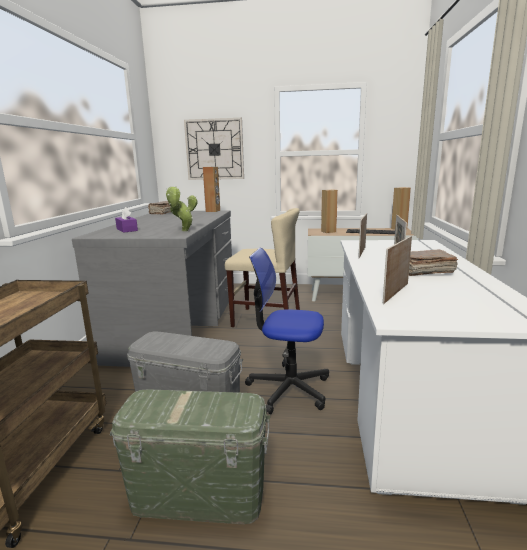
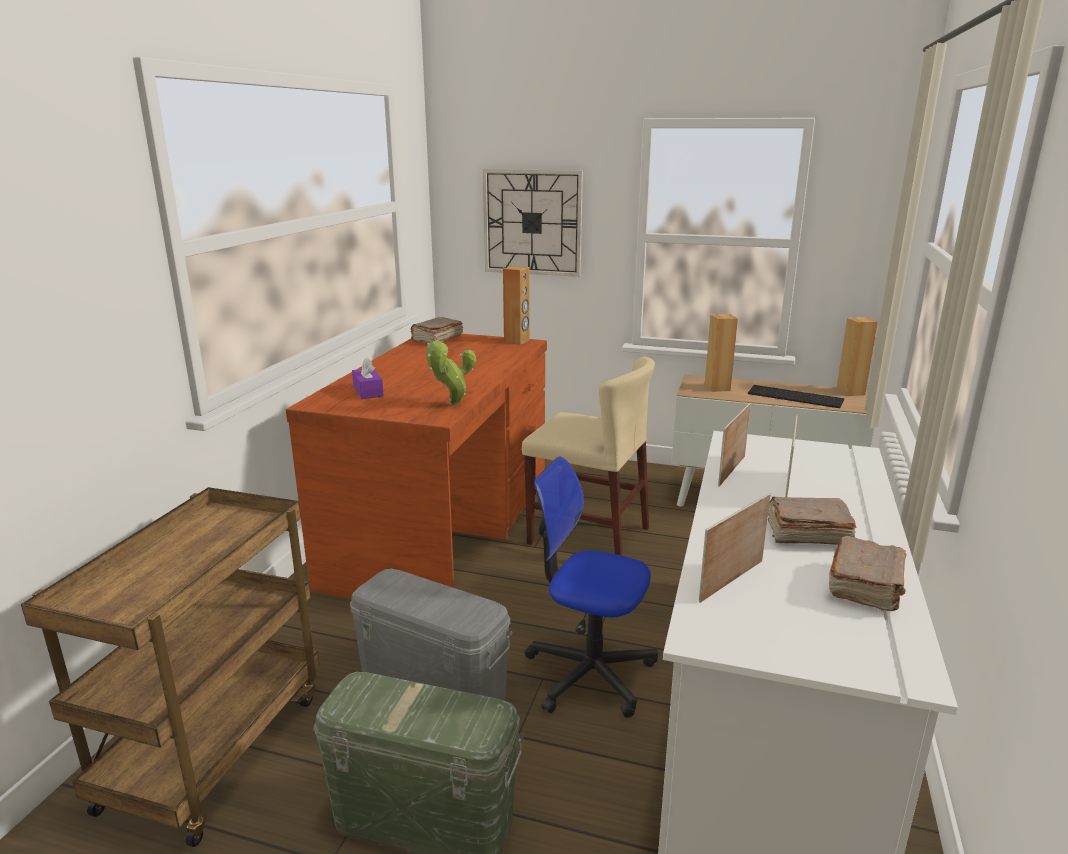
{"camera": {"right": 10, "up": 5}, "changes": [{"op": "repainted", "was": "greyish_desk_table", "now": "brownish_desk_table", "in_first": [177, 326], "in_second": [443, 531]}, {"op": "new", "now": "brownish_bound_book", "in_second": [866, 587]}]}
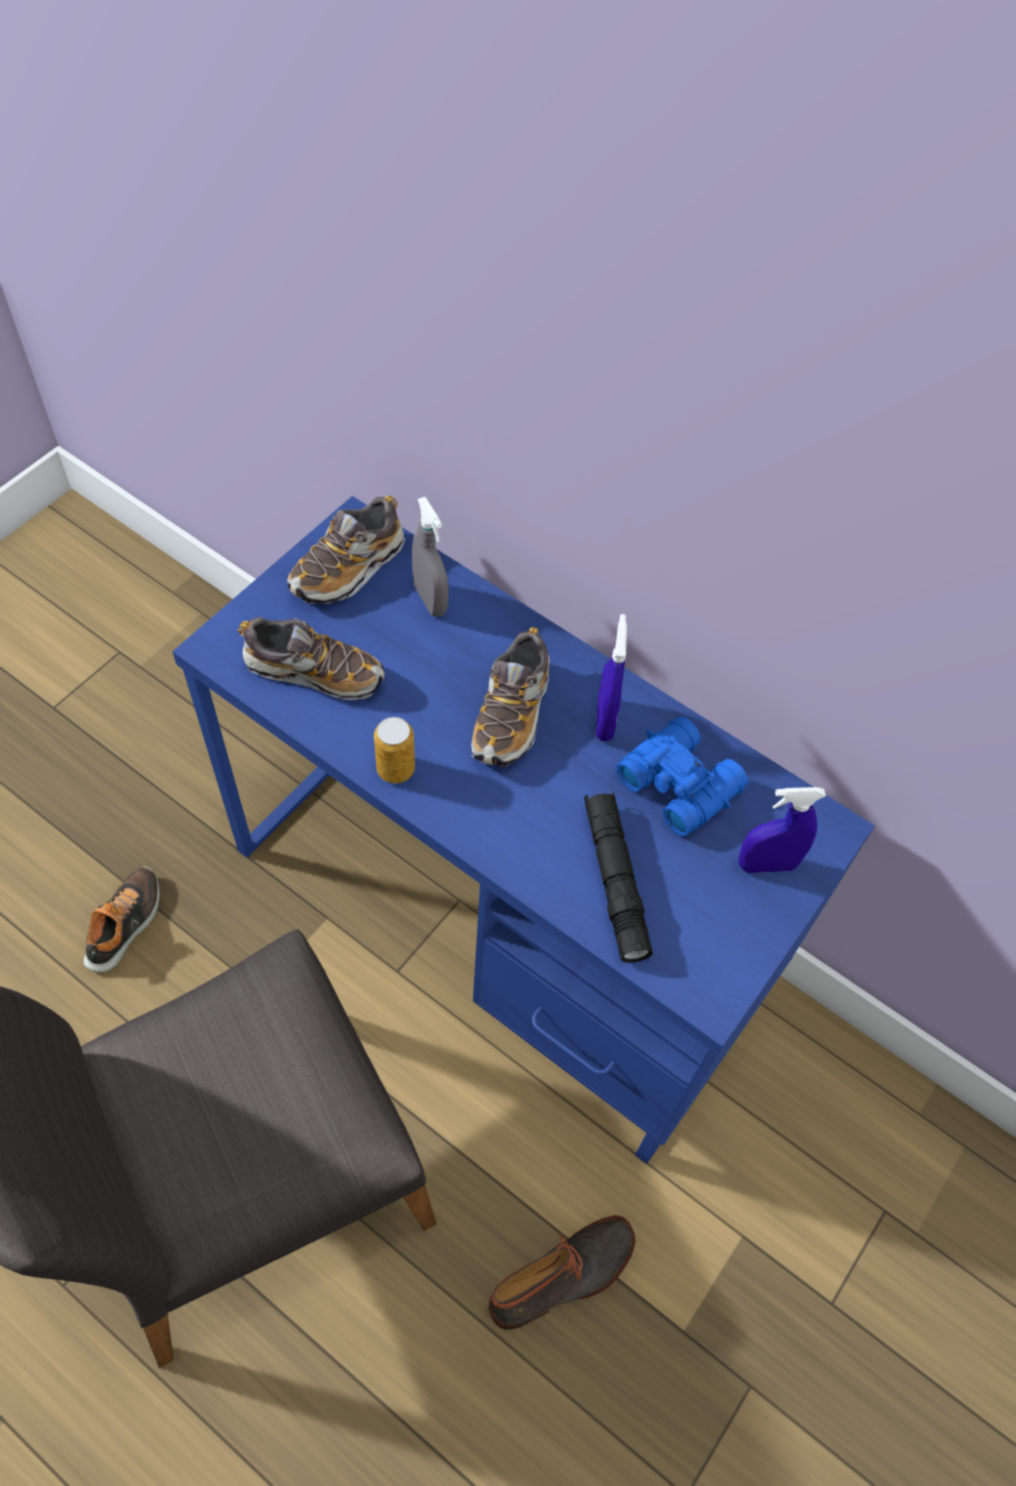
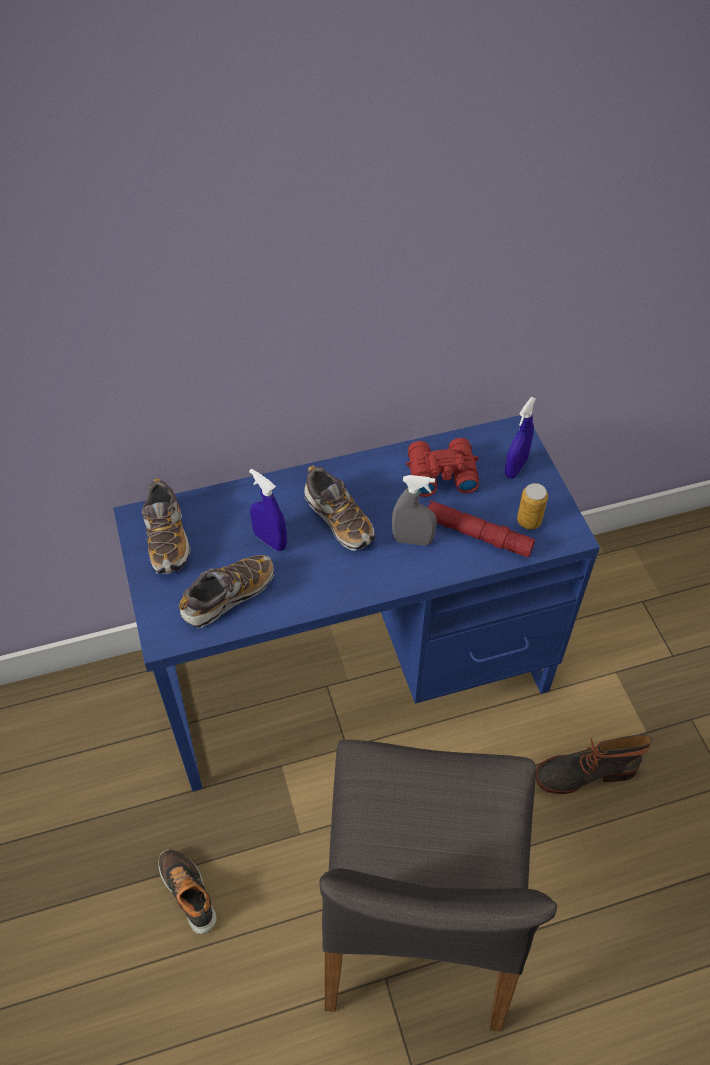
{"camera": {"right": -50, "up": -5}, "changes": [{"op": "shifted", "was": "metal_can", "in_first": [395, 769], "in_second": [529, 521]}, {"op": "shifted", "was": "greyish_spray_bottle", "in_first": [430, 600], "in_second": [412, 540]}, {"op": "rotated", "was": "tall_boot", "in_first": [563, 1277], "in_second": [584, 772], "clockwise": -105}, {"op": "repainted", "was": "black_flashlight", "now": "red_flashlight", "in_first": [615, 880], "in_second": [477, 534]}, {"op": "shifted", "was": "blue-coloured_spray_bottle", "in_first": [604, 720], "in_second": [270, 540]}, {"op": "repainted", "was": "blue-coloured_field_glasses", "now": "red_field_glasses", "in_first": [679, 781], "in_second": [440, 473]}]}
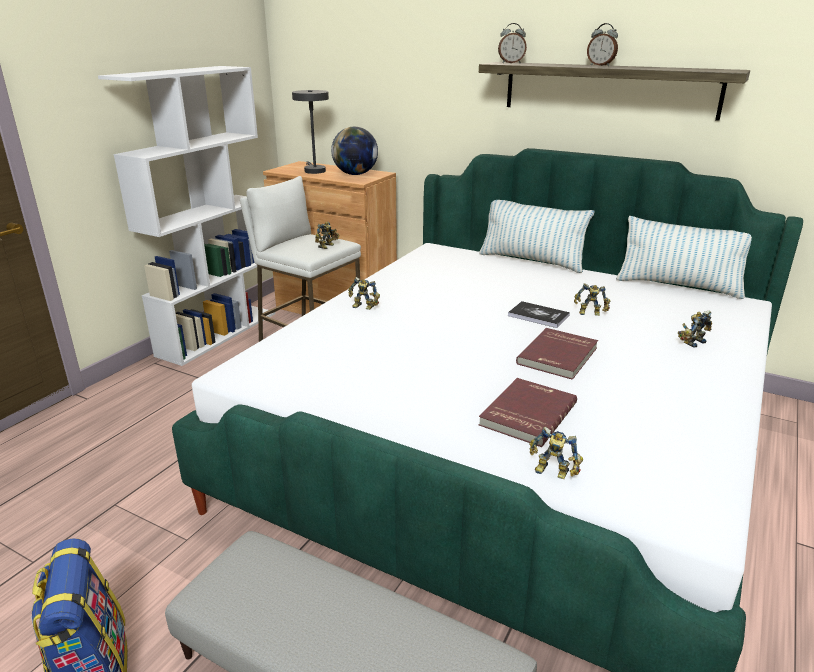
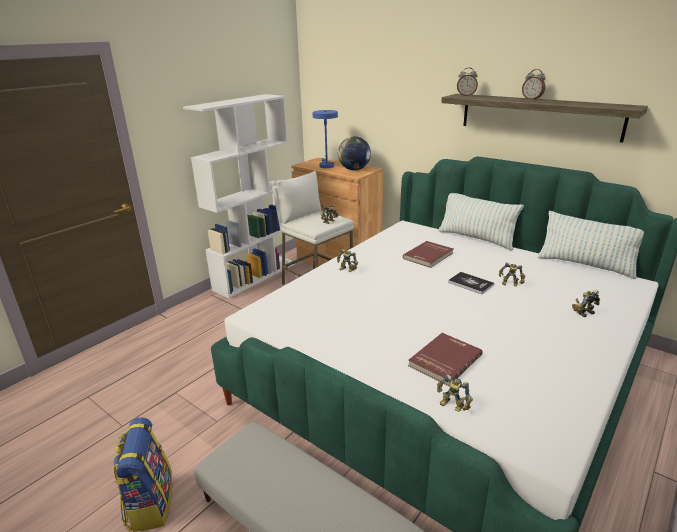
{"camera": {"right": 10, "up": 0}, "changes": [{"op": "repainted", "was": "greyish_table_lamp", "now": "blue-coloured_table_lamp", "in_first": [313, 170], "in_second": [326, 165]}, {"op": "shifted", "was": "red_bound_book", "in_first": [559, 356], "in_second": [429, 256]}]}
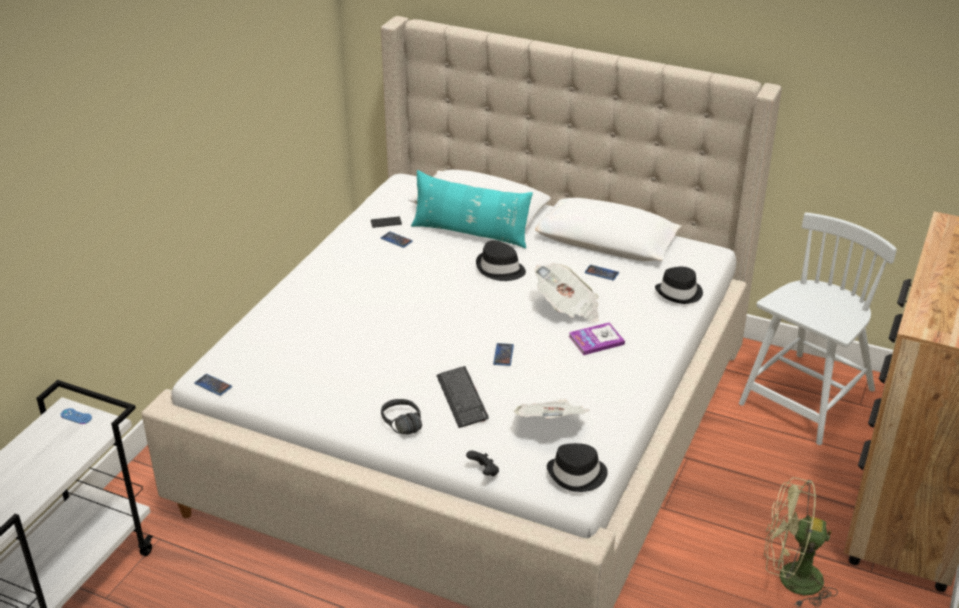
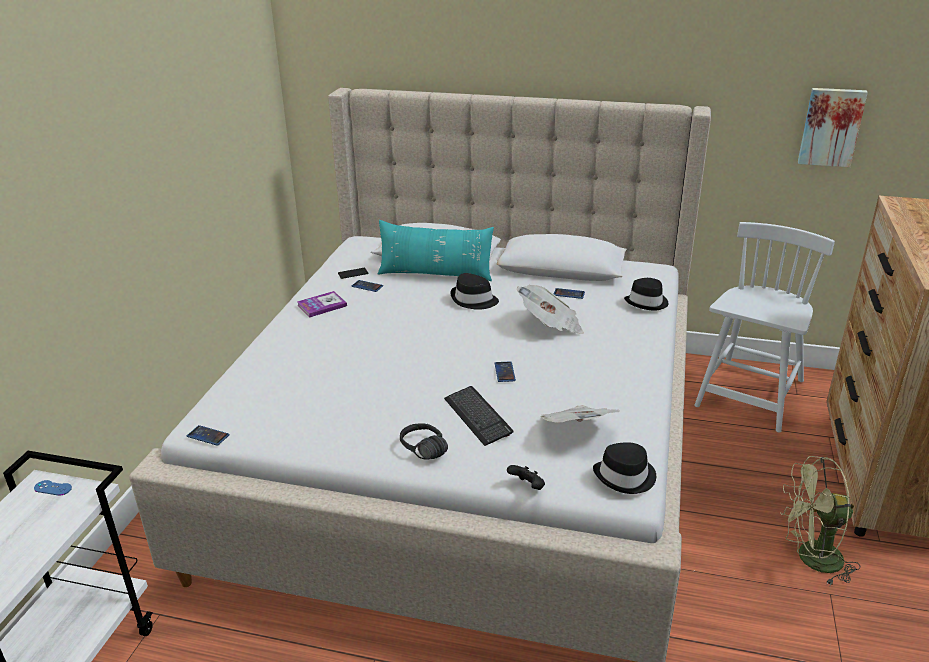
{"camera": {"right": -10, "up": -5}, "changes": [{"op": "shifted", "was": "bound_book", "in_first": [596, 340], "in_second": [322, 305]}, {"op": "new", "now": "wall_art", "in_second": [831, 127]}]}
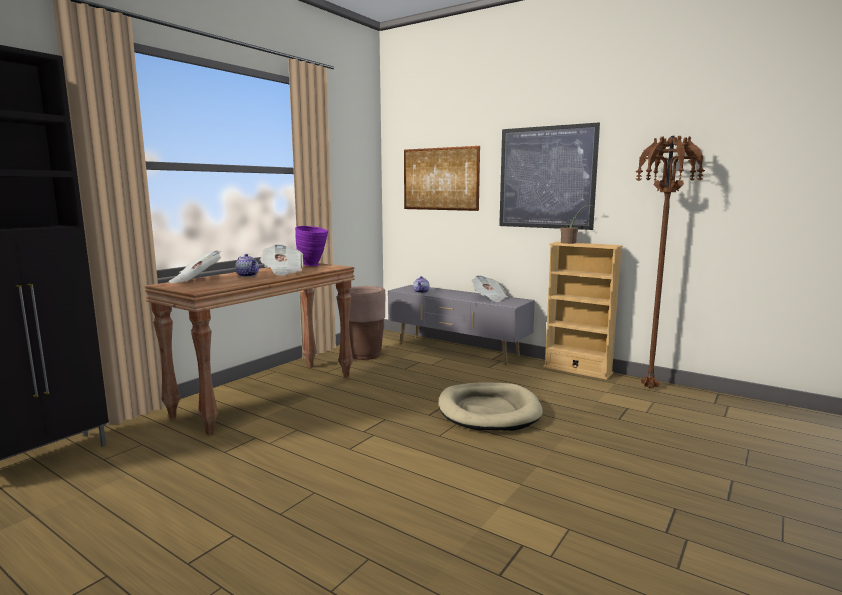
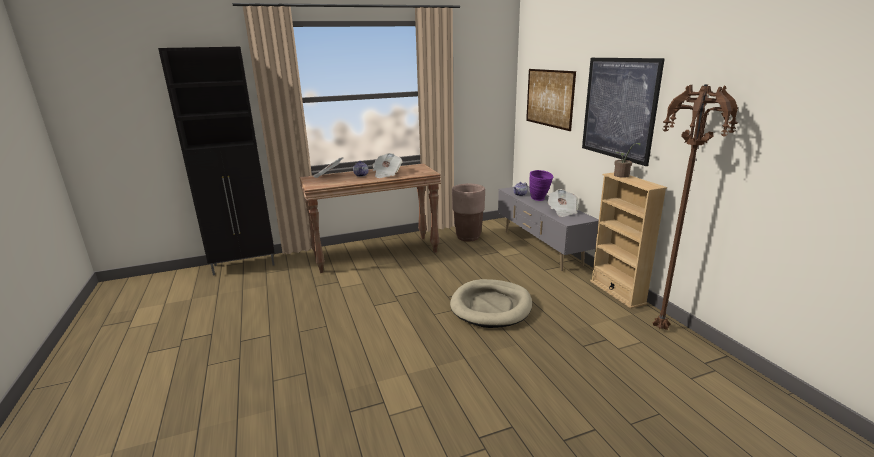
{"camera": {"right": 35, "up": 10}, "changes": [{"op": "shifted", "was": "purple_decorative_vase", "in_first": [313, 265], "in_second": [540, 199]}]}
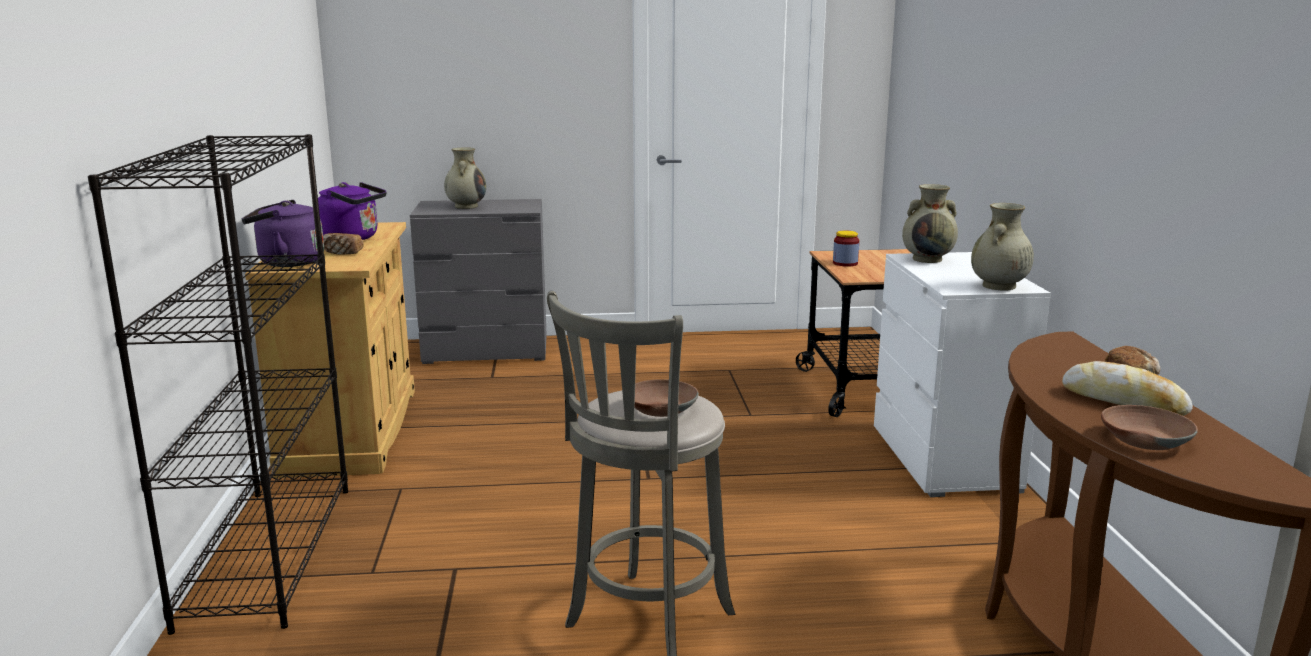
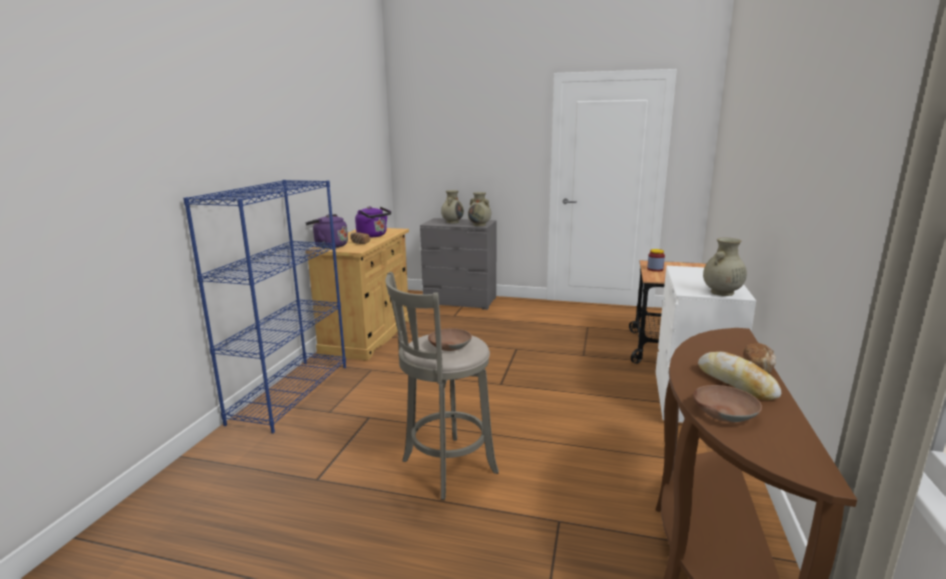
{"camera": {"right": 20, "up": 0}, "changes": [{"op": "repainted", "was": "black_shelving_unit", "now": "blue-coloured_shelving_unit", "in_first": [269, 552], "in_second": [291, 393]}, {"op": "shifted", "was": "sand-coloured_decorative_vase", "in_first": [928, 259], "in_second": [479, 225]}]}
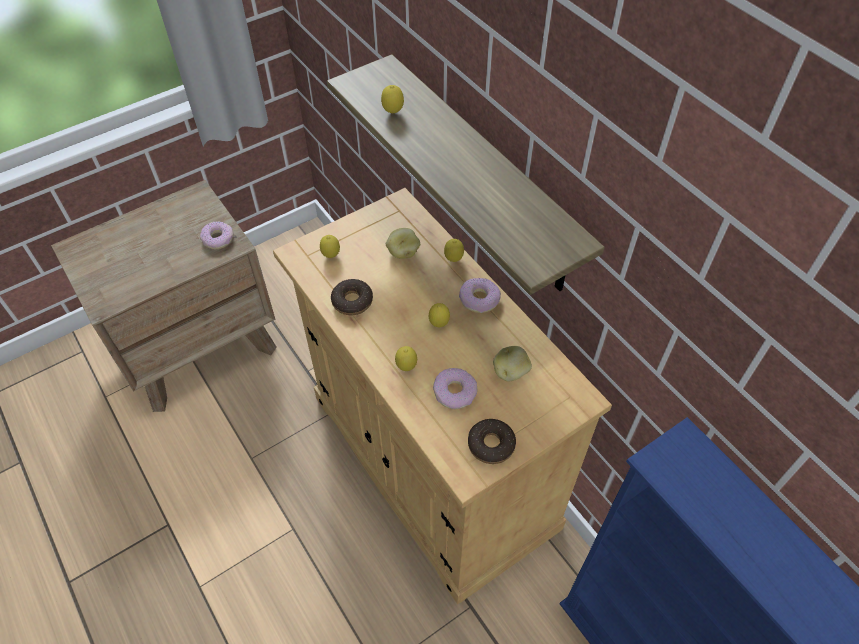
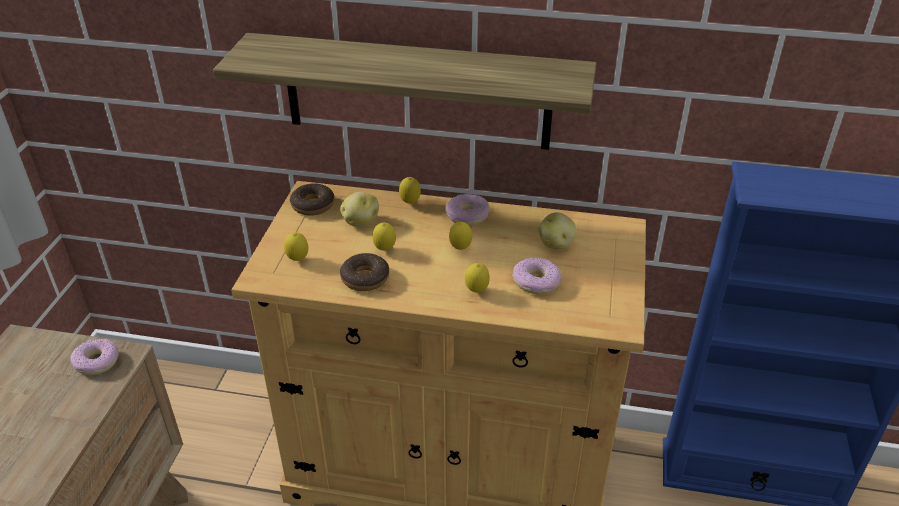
{"camera": {"right": -45, "up": -15}, "changes": [{"op": "shifted", "was": "whole_lemon", "in_first": [393, 112], "in_second": [385, 250]}, {"op": "shifted", "was": "doughnut", "in_first": [491, 445], "in_second": [313, 205]}]}
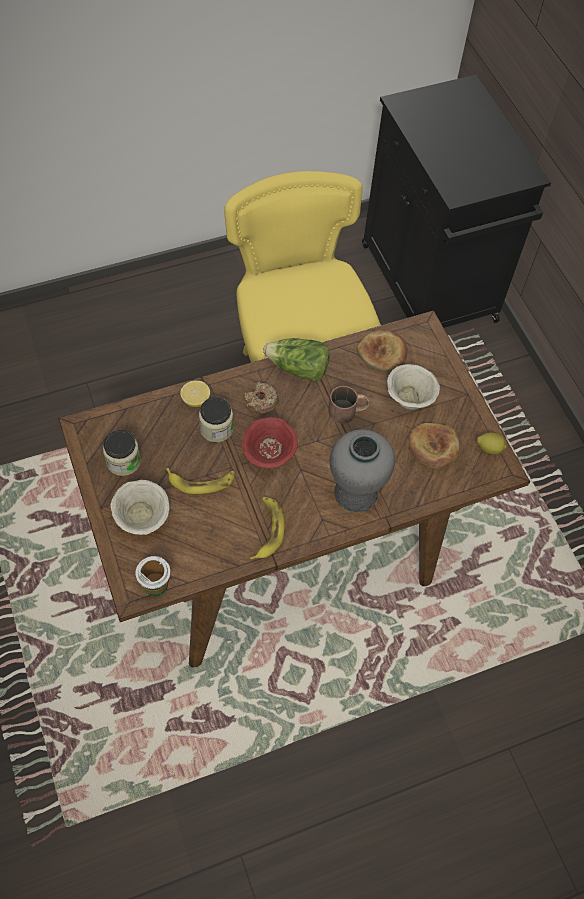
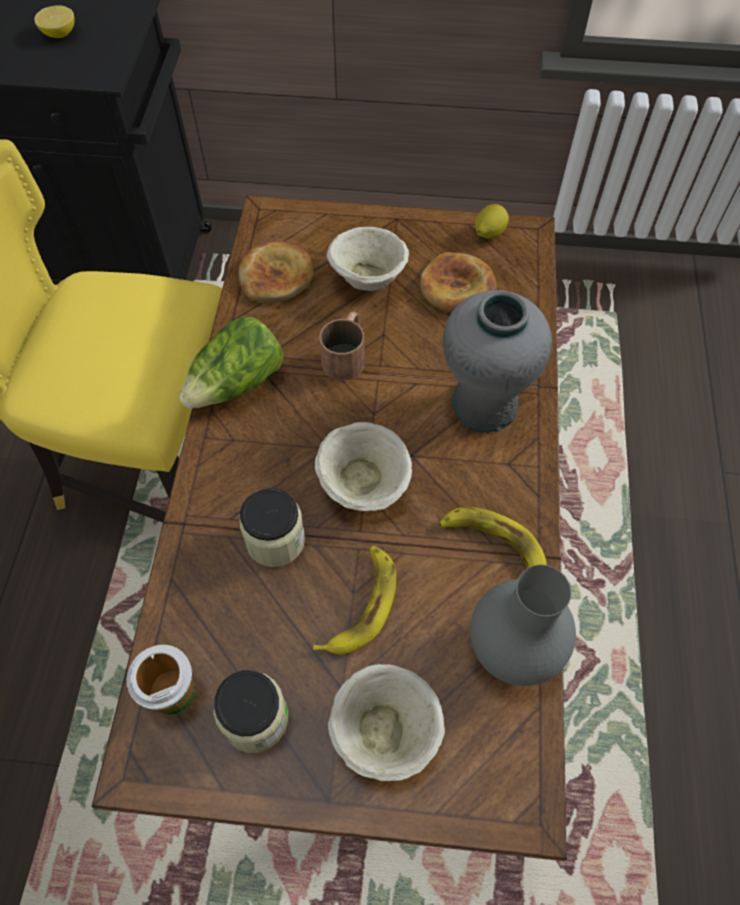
{"camera": {"right": -60, "up": 0}, "changes": [{"op": "shifted", "was": "cup", "in_first": [155, 585], "in_second": [172, 692]}, {"op": "shifted", "was": "whole_lemon", "in_first": [196, 400], "in_second": [60, 34]}, {"op": "repainted", "was": "red_bowl", "now": "sand-coloured_bowl", "in_first": [270, 454], "in_second": [364, 484]}, {"op": "gone", "was": "doughnut", "in_first": [261, 401]}, {"op": "new", "now": "greyish_decorative_vase", "in_second": [509, 651]}]}
